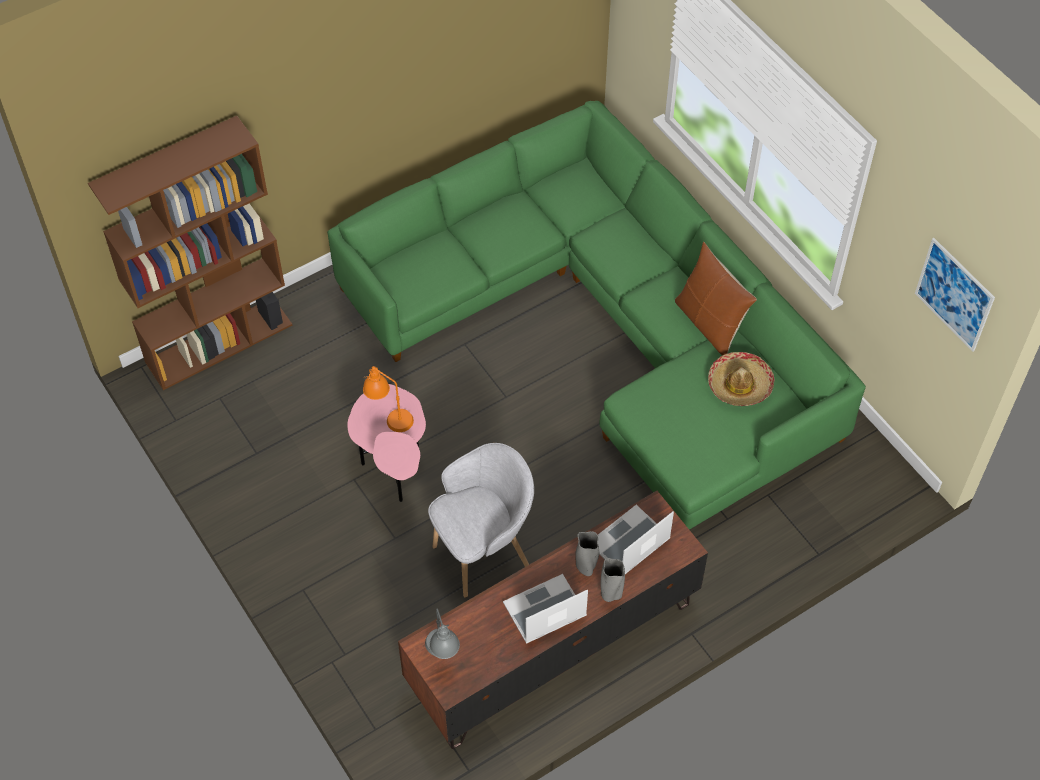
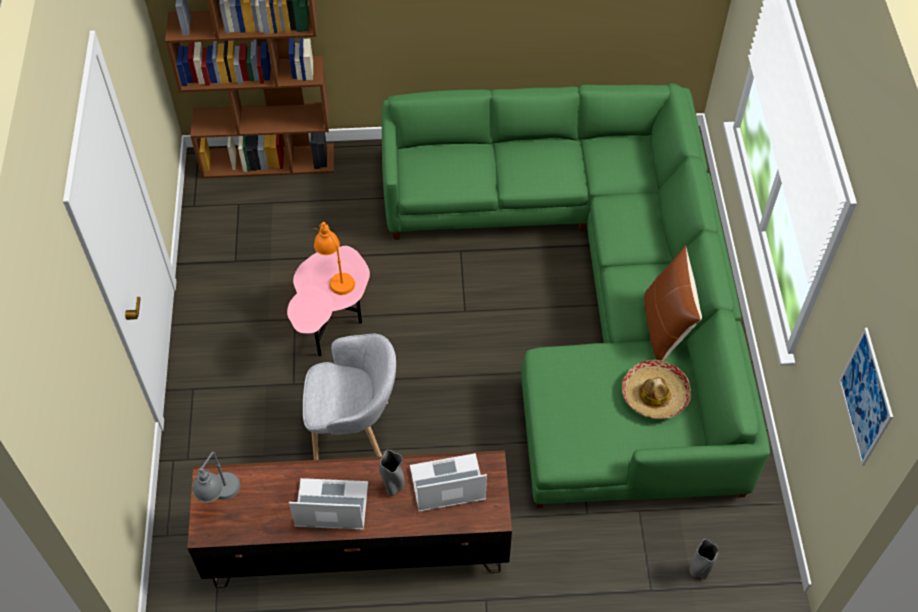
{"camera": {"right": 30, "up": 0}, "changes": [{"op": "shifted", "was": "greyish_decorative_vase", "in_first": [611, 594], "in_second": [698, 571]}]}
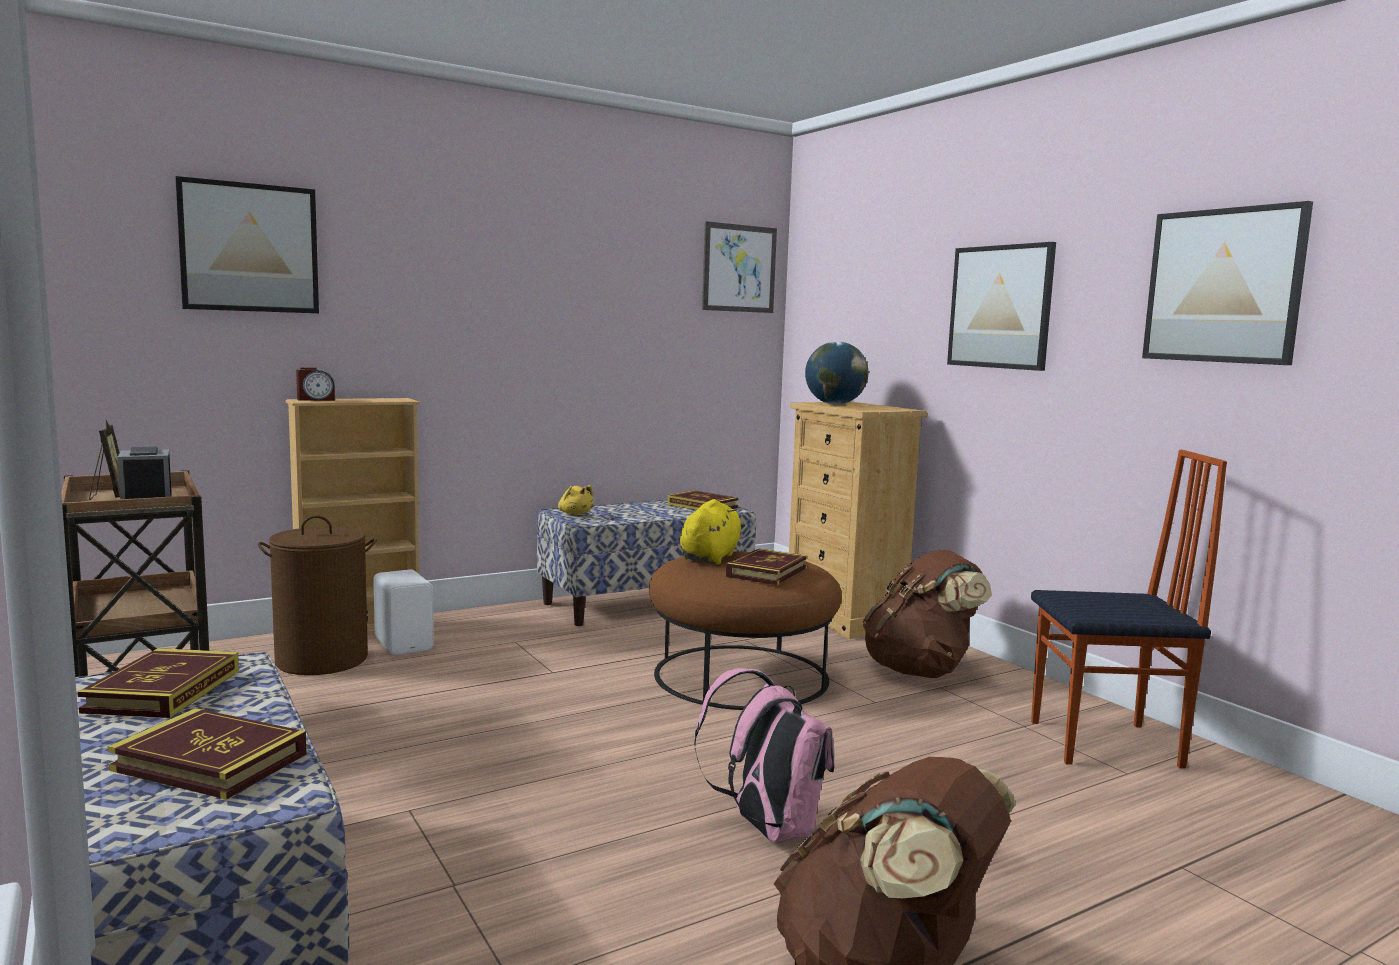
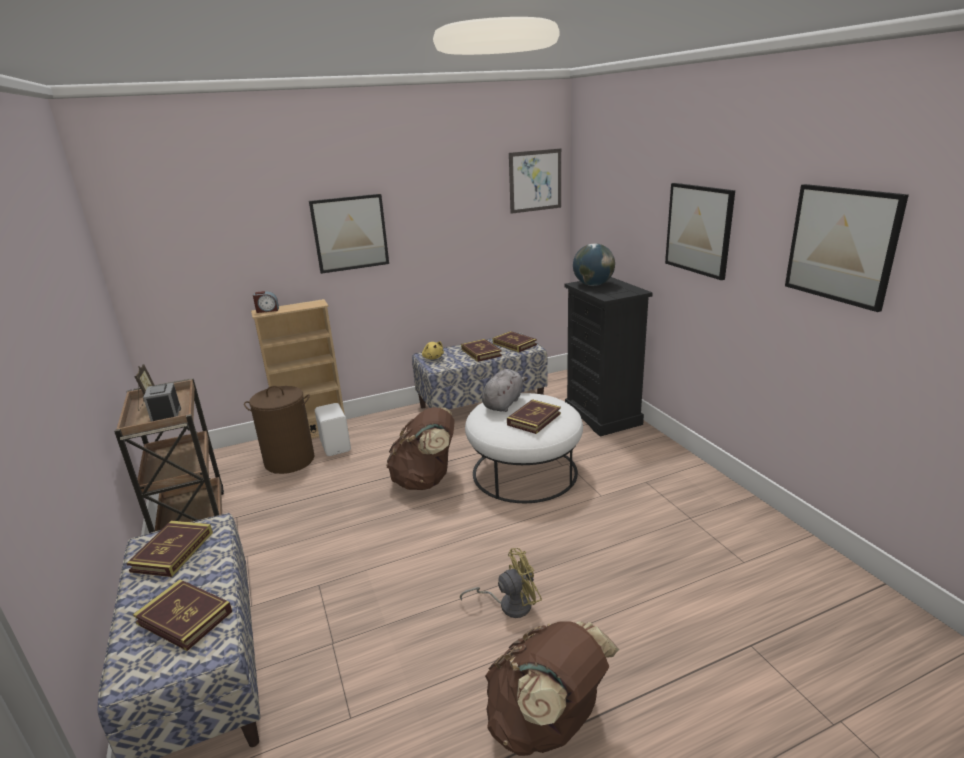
{"camera": {"right": 10, "up": 15}, "changes": [{"op": "shifted", "was": "wall_art", "in_first": [249, 248], "in_second": [350, 233]}, {"op": "repainted", "was": "brownish_footrest", "now": "white_footrest", "in_first": [741, 675], "in_second": [524, 471]}, {"op": "repainted", "was": "yellow-coloured_plush_toy", "now": "greyish_plush_toy", "in_first": [710, 557], "in_second": [503, 403]}, {"op": "swapped", "was": "pink_knapsack", "now": "yellow-coloured_electric_fan", "in_first": [767, 828], "in_second": [509, 604]}, {"op": "repainted", "was": "sand-coloured_drawer_chest", "now": "black_drawer_chest", "in_first": [845, 618], "in_second": [603, 416]}, {"op": "shifted", "was": "brownish_knapsack", "in_first": [920, 671], "in_second": [425, 480]}, {"op": "gone", "was": "upright_chair", "in_first": [1107, 745]}, {"op": "new", "now": "bound_book", "in_second": [481, 353]}]}
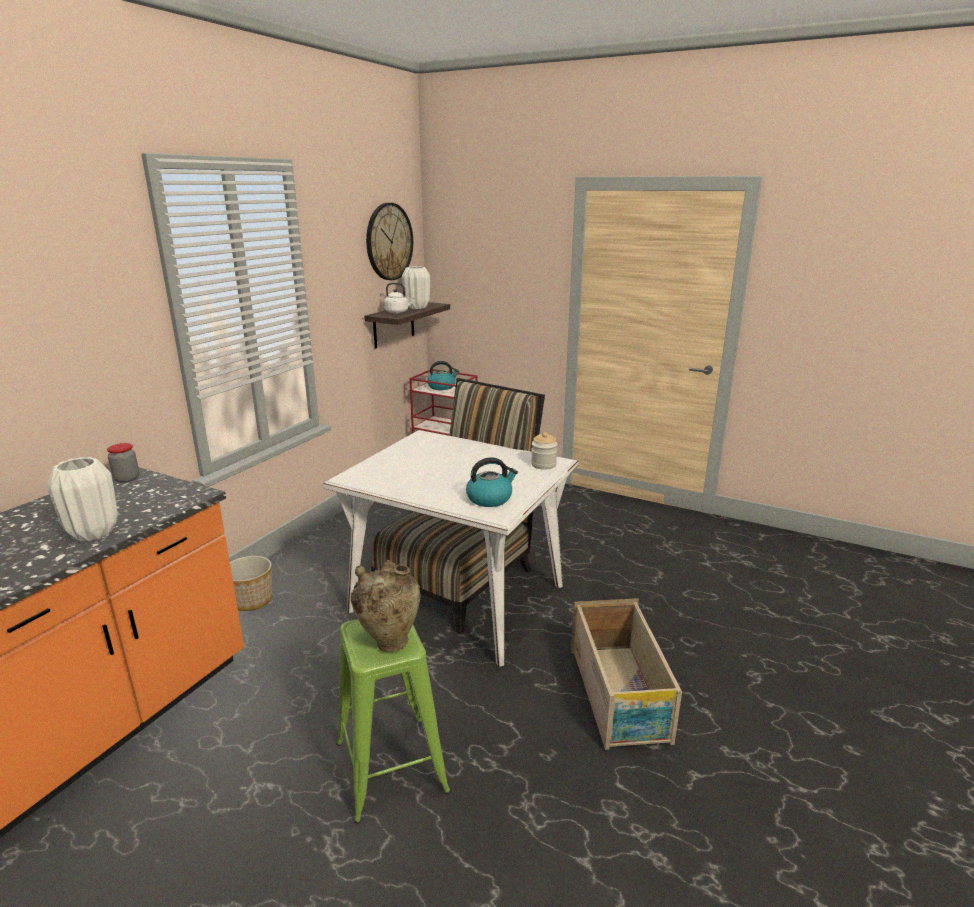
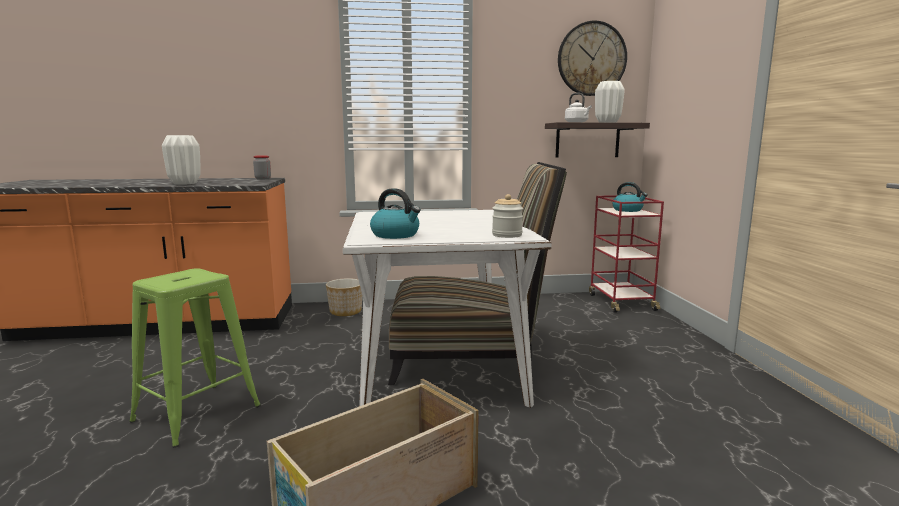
{"camera": {"right": 55, "up": -10}, "changes": [{"op": "gone", "was": "sand-coloured_decorative_vase", "in_first": [389, 641]}]}
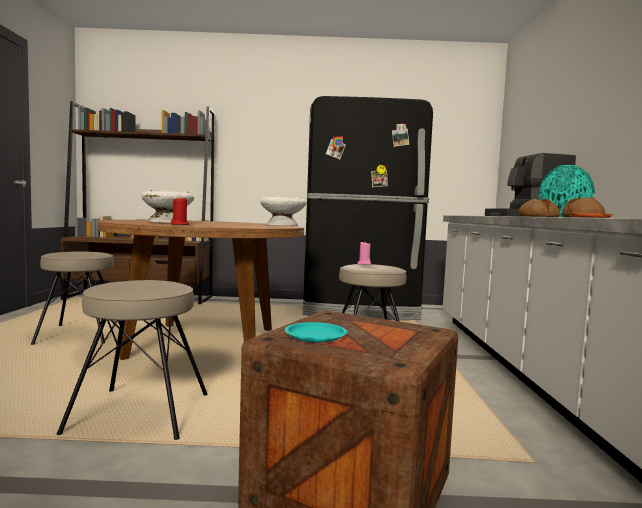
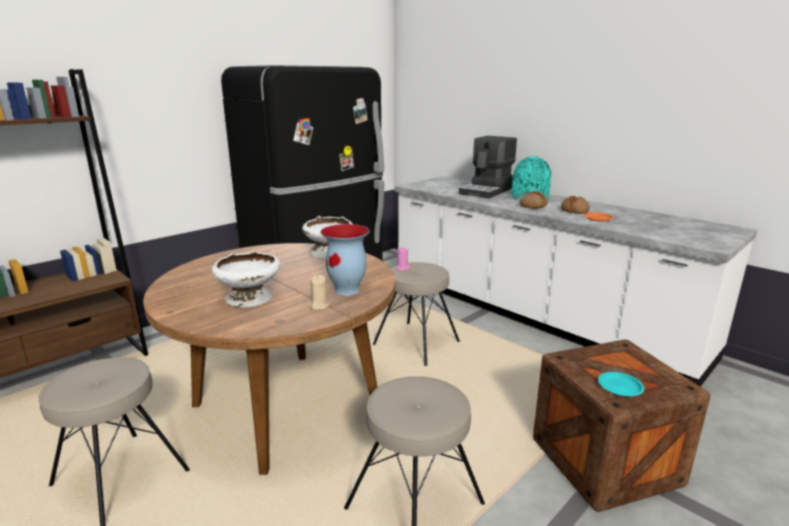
{"camera": {"right": -45, "up": 15}, "changes": [{"op": "repainted", "was": "red_wax_light", "now": "sand-coloured_wax_light", "in_first": [180, 224], "in_second": [319, 306]}, {"op": "new", "now": "decorative_vase", "in_second": [348, 290]}]}
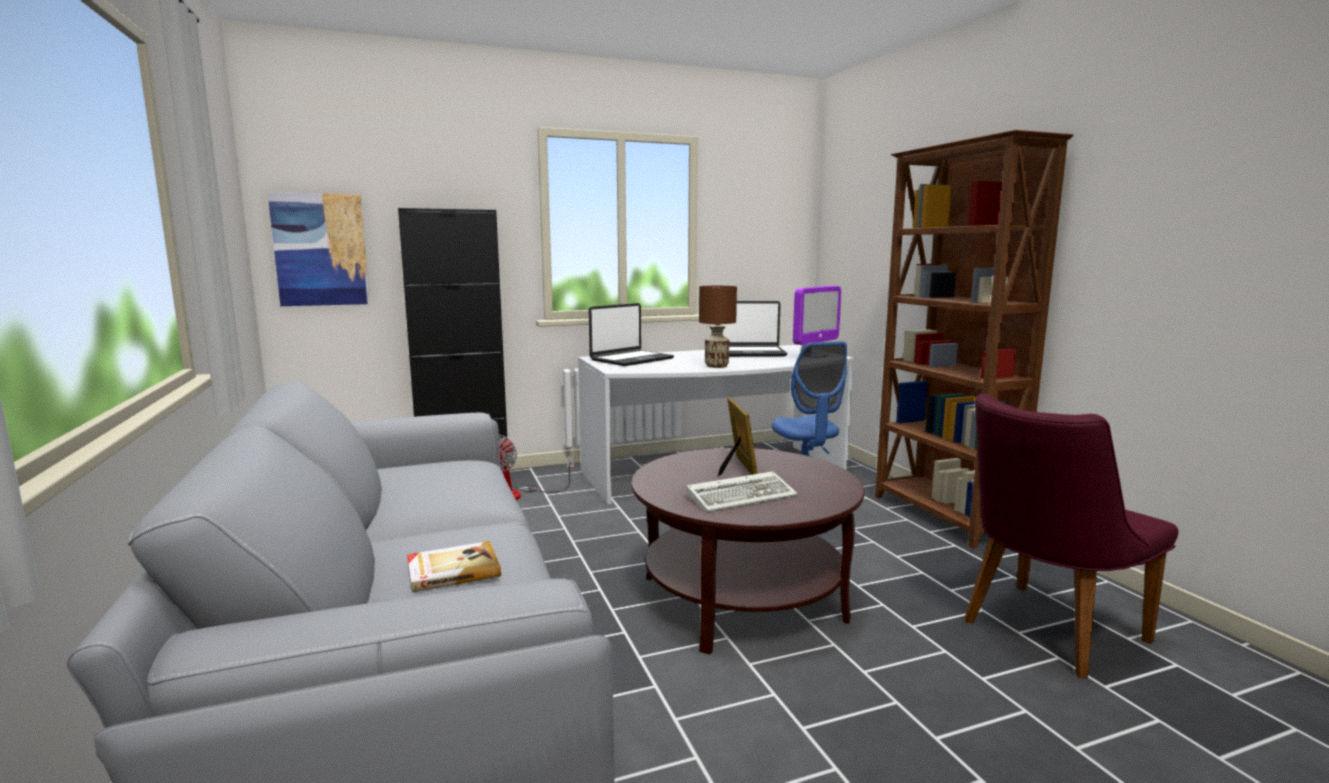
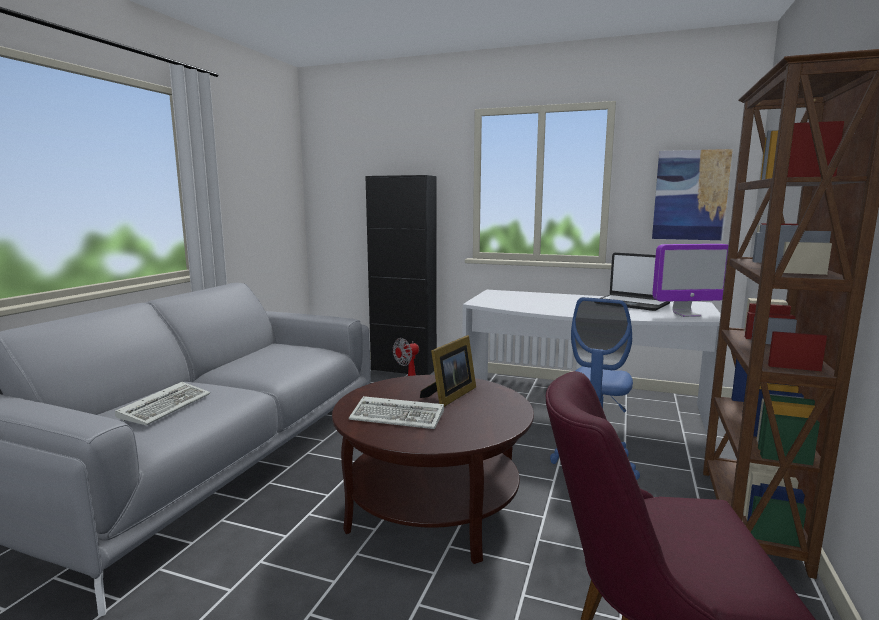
{"camera": {"right": 40, "up": 0}, "changes": [{"op": "shifted", "was": "wall_art", "in_first": [320, 250], "in_second": [690, 195]}, {"op": "swapped", "was": "bound_book", "now": "computer_keyboard", "in_first": [452, 569], "in_second": [166, 406]}, {"op": "gone", "was": "laptop", "in_first": [631, 359]}, {"op": "gone", "was": "brownish_table_lamp", "in_first": [716, 366]}]}
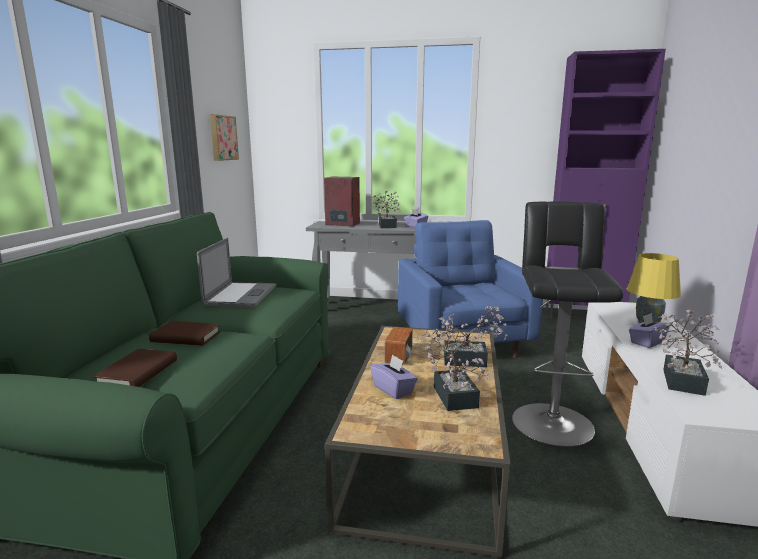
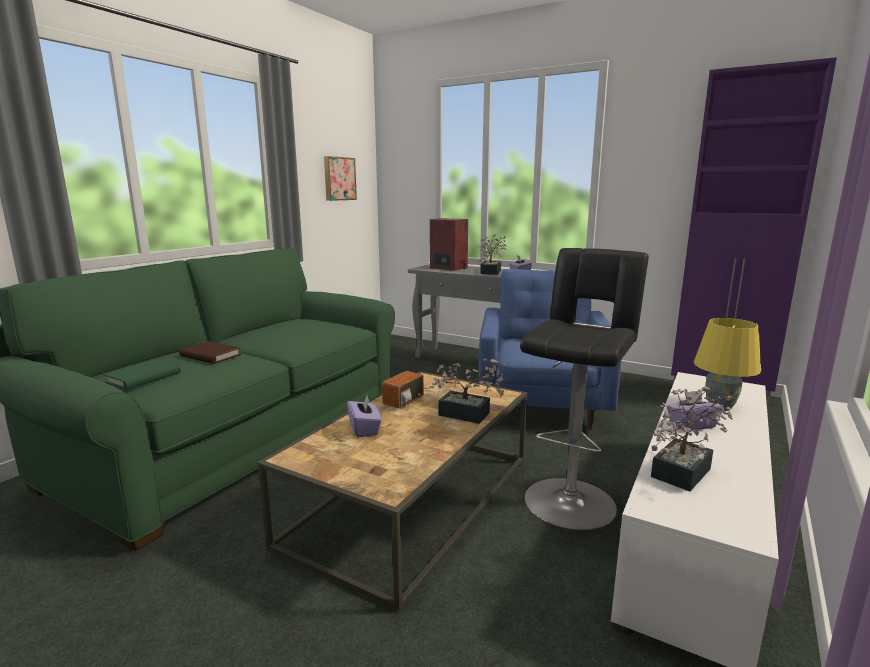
{"camera": {"right": 20, "up": 0}, "changes": [{"op": "repainted", "was": "brownish_bound_book", "now": "greenish_bound_book", "in_first": [138, 373], "in_second": [144, 378]}, {"op": "gone", "was": "laptop", "in_first": [241, 295]}, {"op": "gone", "was": "houseplant", "in_first": [453, 393]}]}
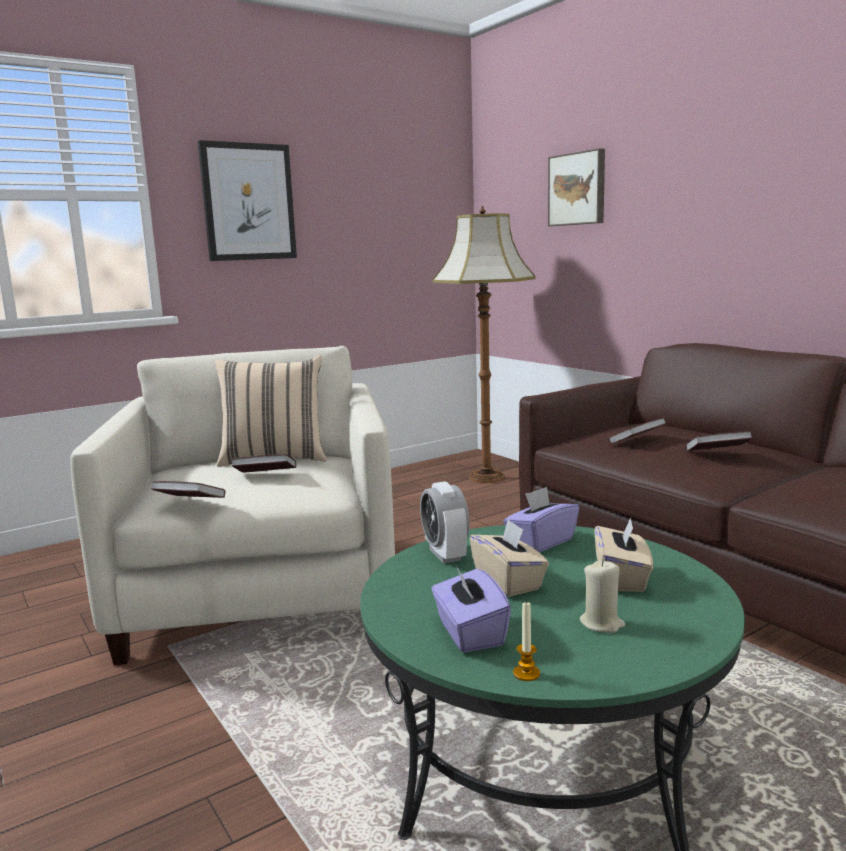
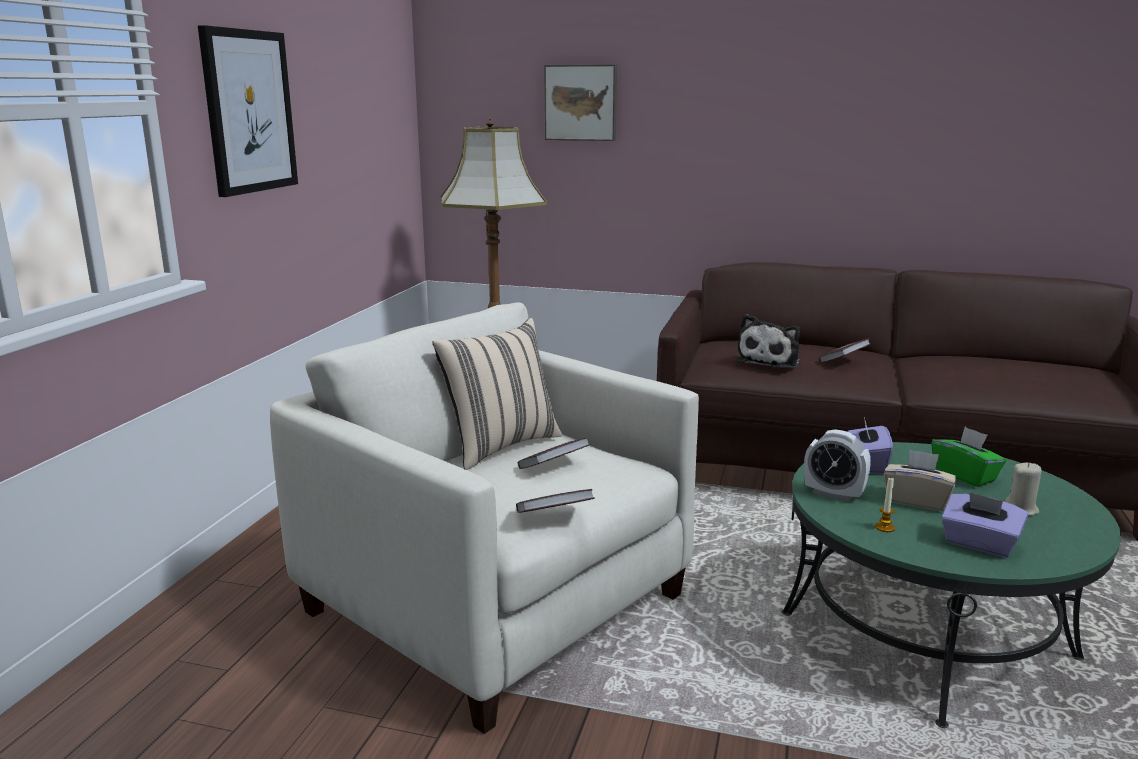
{"camera": {"right": -40, "up": 5}, "changes": [{"op": "shifted", "was": "wax_light", "in_first": [526, 673], "in_second": [884, 528]}, {"op": "repainted", "was": "sand-coloured_box_of_tissues", "now": "greenish_box_of_tissues", "in_first": [621, 578], "in_second": [965, 475]}, {"op": "swapped", "was": "bound_book", "now": "plush_toy", "in_first": [637, 442], "in_second": [770, 360]}]}
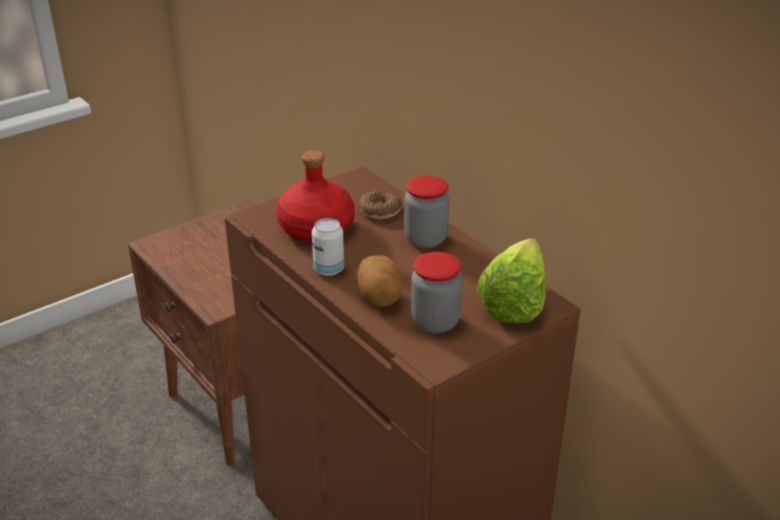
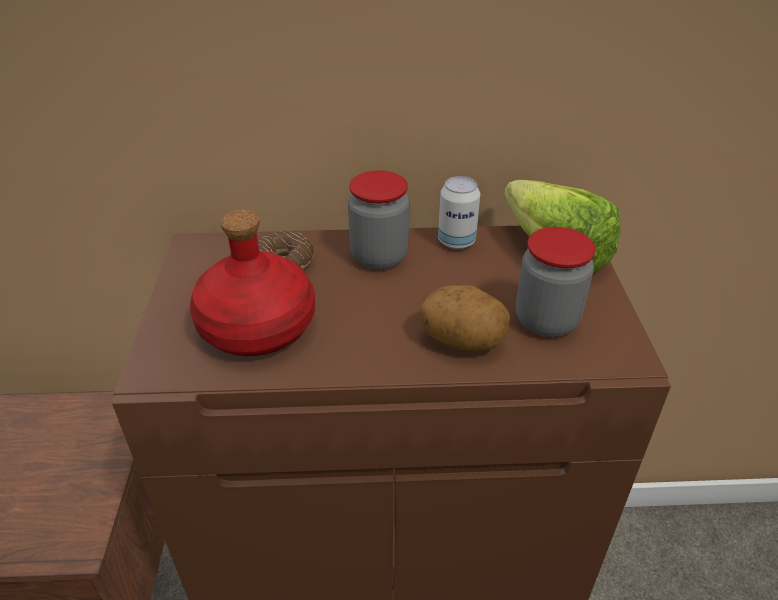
{"camera": {"right": -55, "up": 5}, "changes": [{"op": "shifted", "was": "metal_can", "in_first": [329, 269], "in_second": [456, 241]}]}
